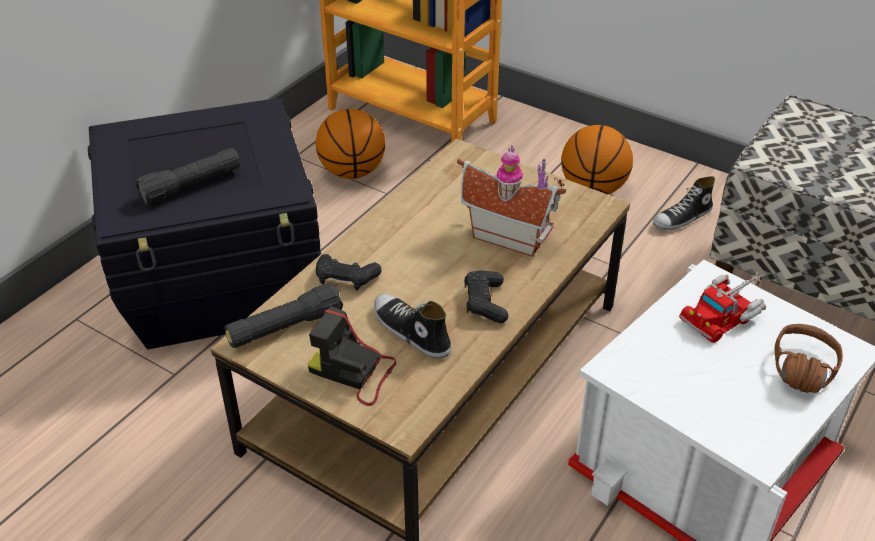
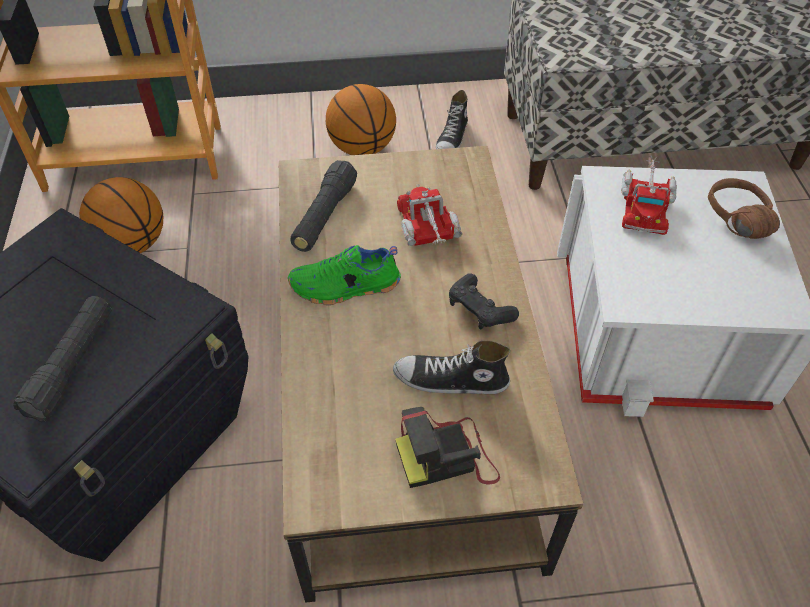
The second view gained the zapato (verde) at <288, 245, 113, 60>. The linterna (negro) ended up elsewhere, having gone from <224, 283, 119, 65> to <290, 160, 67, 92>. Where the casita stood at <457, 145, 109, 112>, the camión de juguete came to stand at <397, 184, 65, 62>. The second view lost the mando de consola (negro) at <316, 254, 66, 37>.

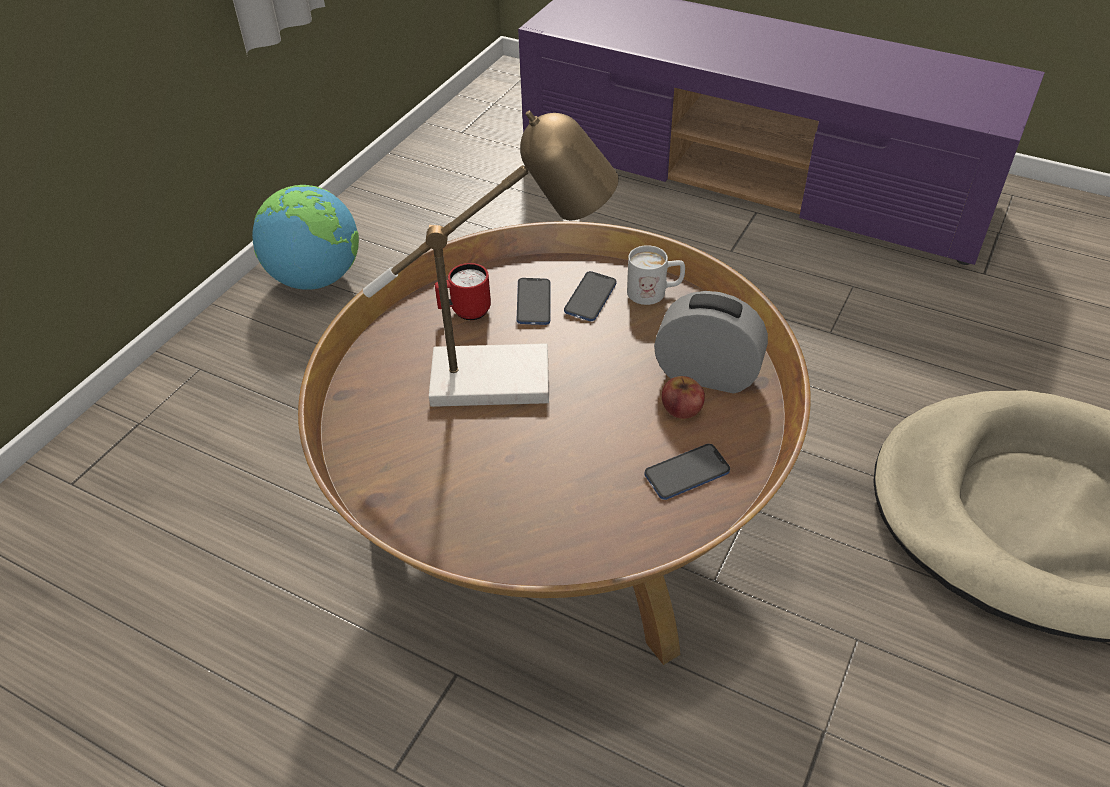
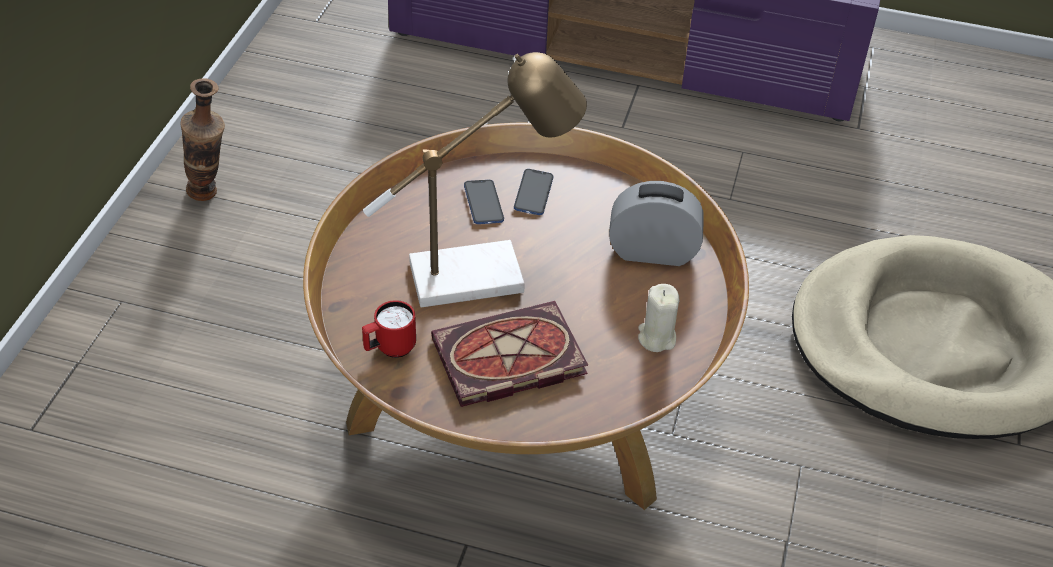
Where the globo terráqueo stood at <252, 185, 107, 105>, the florero came to stand at <180, 78, 45, 123>. The taza grande (rojo) ended up elsewhere, having gone from <435, 263, 56, 57> to <362, 300, 54, 58>. The second view gained the libro at <431, 301, 157, 106>. Where the móvil stood at <644, 444, 86, 56>, the vela (beis) came to stand at <638, 284, 42, 68>. The second view lost the taza grande (blanco) at <627, 245, 58, 60>. The second view lost the manzana at <662, 376, 43, 43>.

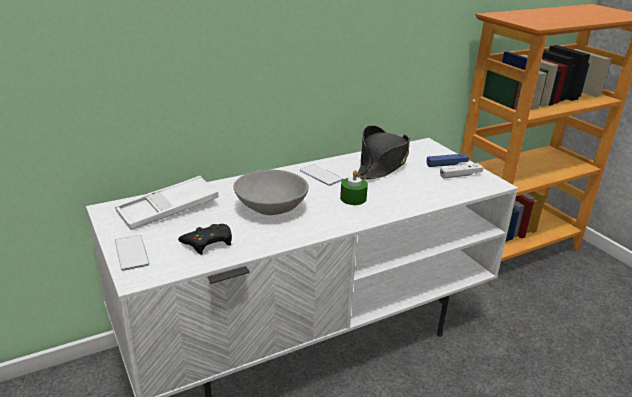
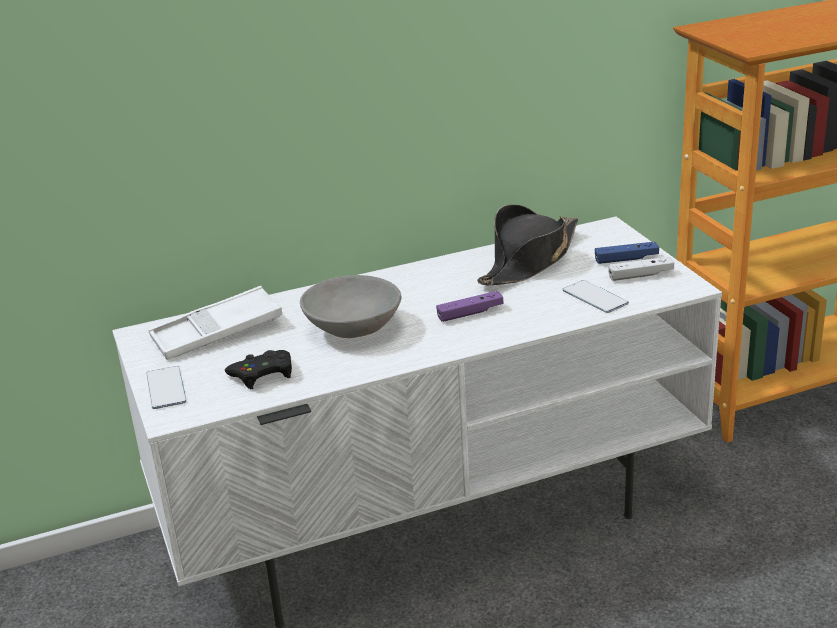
Where the vela (verde) stood at <340, 170, 28, 35>, the mando de consola (morado) came to stand at <436, 291, 68, 31>. The móvil ended up elsewhere, having gone from <300, 165, 43, 21> to <563, 280, 66, 33>.

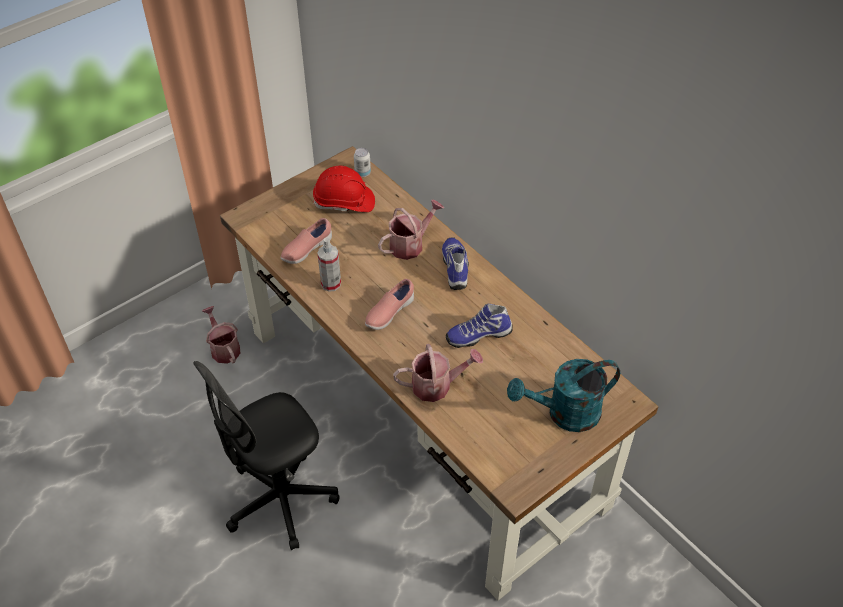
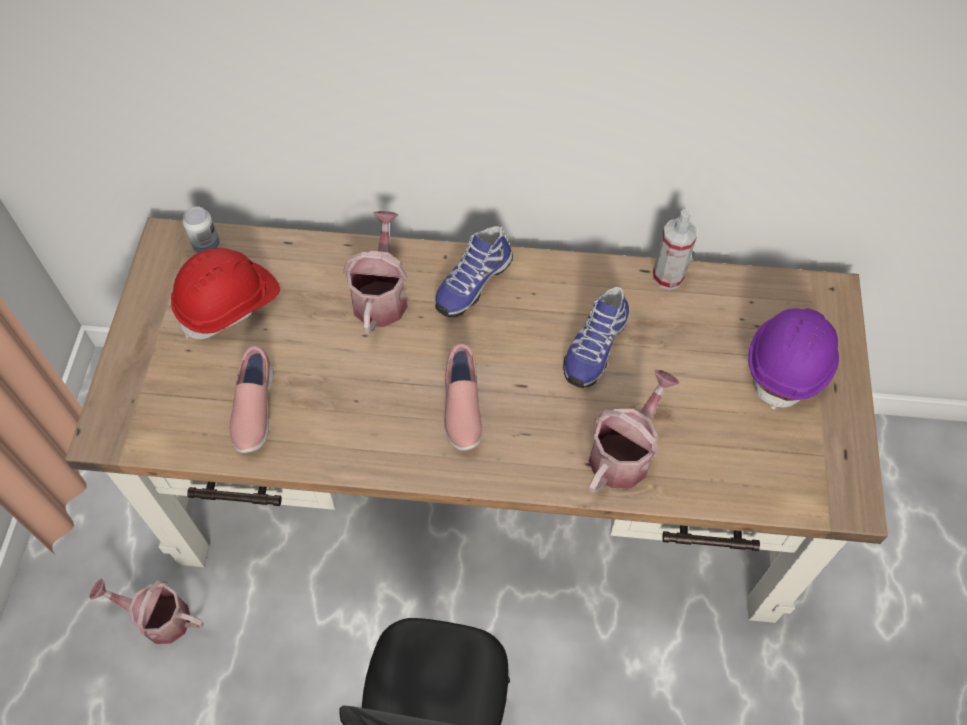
The zapato at <442, 238, 27, 52> ended up facing another way, 90 degrees counterclockwise from before. The pulverizador ended up elsewhere, having gone from <317, 238, 24, 54> to <653, 209, 44, 81>. Where the regadera (turquesa) stood at <507, 359, 113, 73>, the casco (morado) came to stand at <748, 308, 91, 102>.

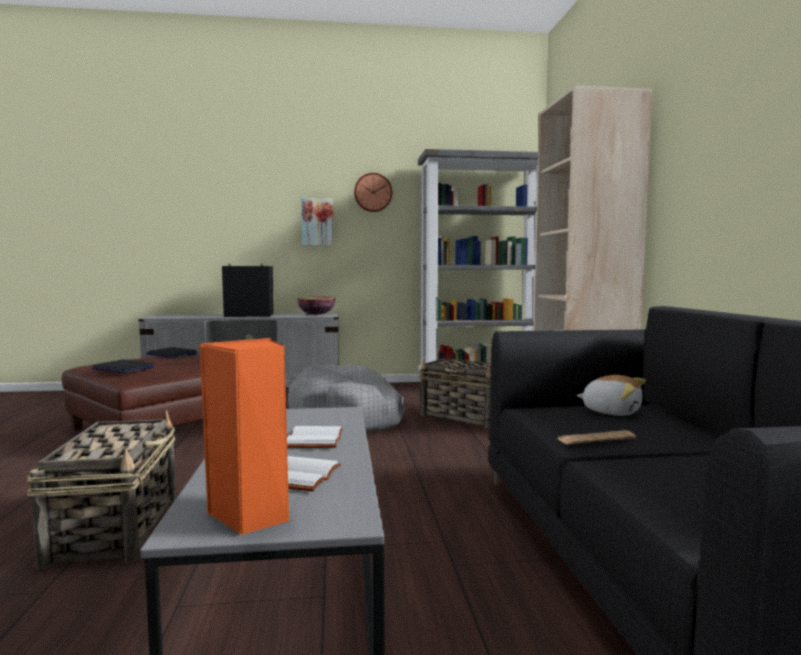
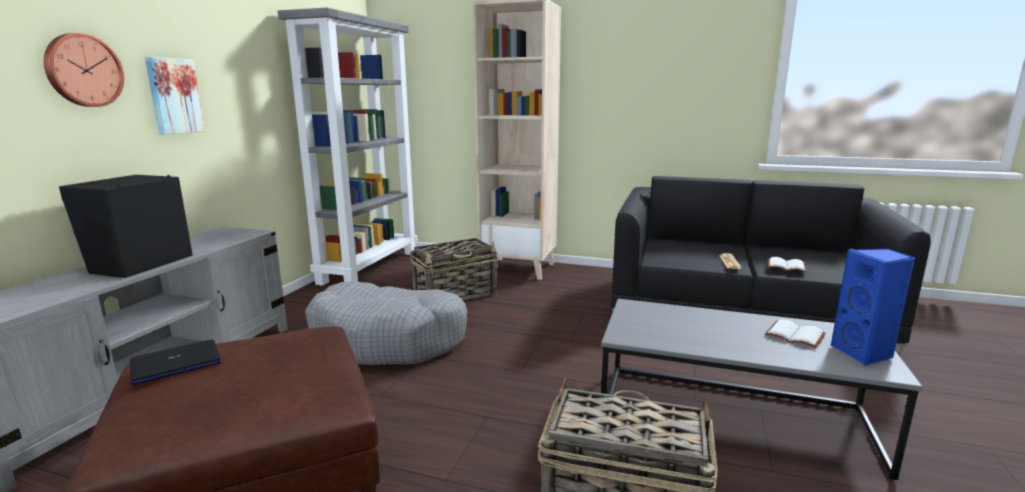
The reloj de pared ended up elsewhere, having gone from <354, 173, 38, 39> to <44, 33, 80, 74>. The libro (blanco) ended up elsewhere, having gone from <287, 426, 56, 22> to <768, 257, 38, 15>. What was the altavoz (naranja) at <199, 338, 90, 198> turned into the altavoz (azul) at <831, 249, 84, 117>. The second view lost the portátil at <92, 359, 63, 14>. The second view lost the cuenco at <297, 297, 38, 18>. The second view lost the peluche at <577, 375, 69, 41>.

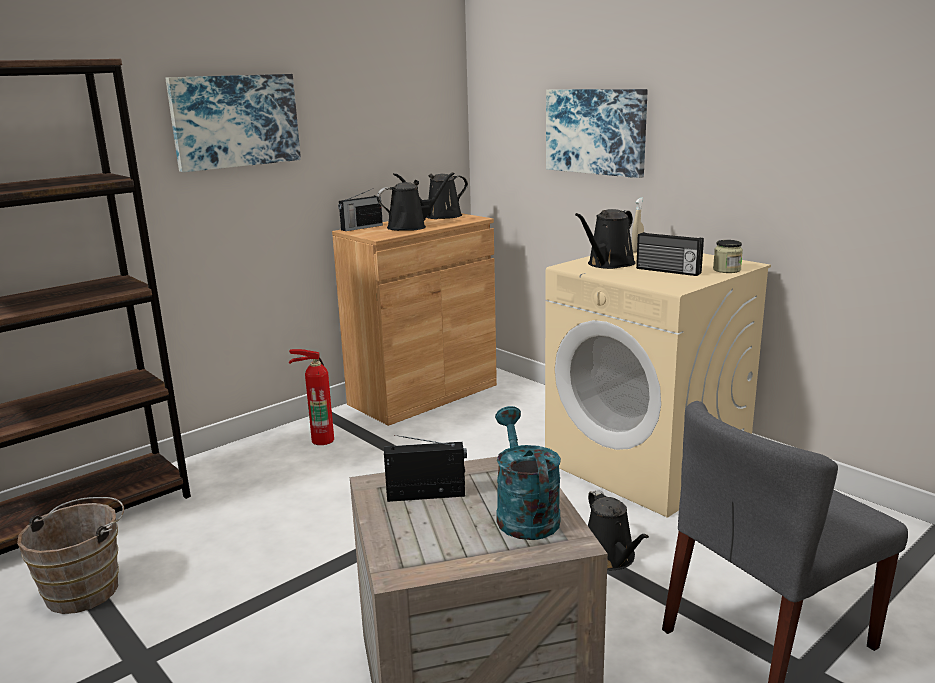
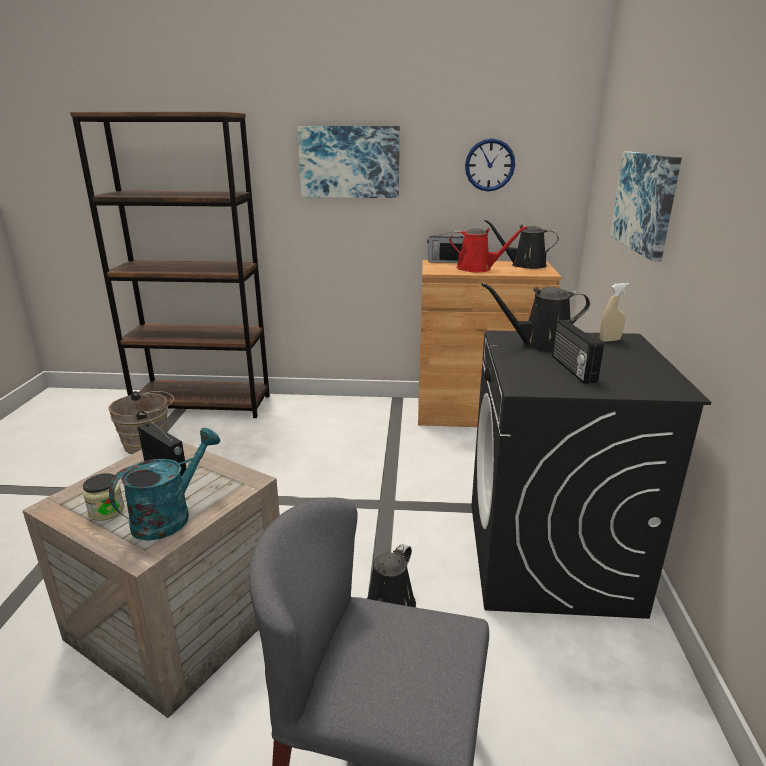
The tarro ended up elsewhere, having gone from <713, 240, 30, 33> to <83, 473, 41, 48>. What was the regadera (negro) at <377, 172, 78, 59> turned into the regadera (rojo) at <449, 226, 79, 46>. The second view gained the reloj de pared at <465, 138, 50, 53>. What was the lavadora (beis) at <545, 252, 226, 265> turned into the lavadora (negro) at <471, 330, 240, 289>. The second view lost the extintor at <289, 349, 45, 96>.

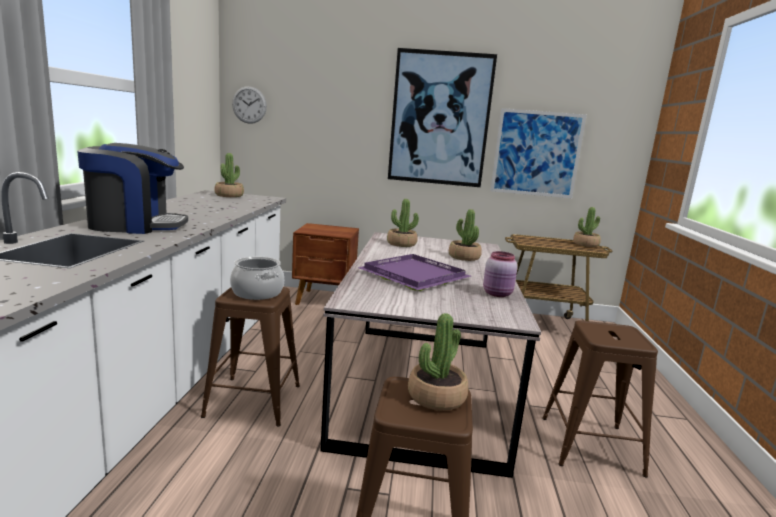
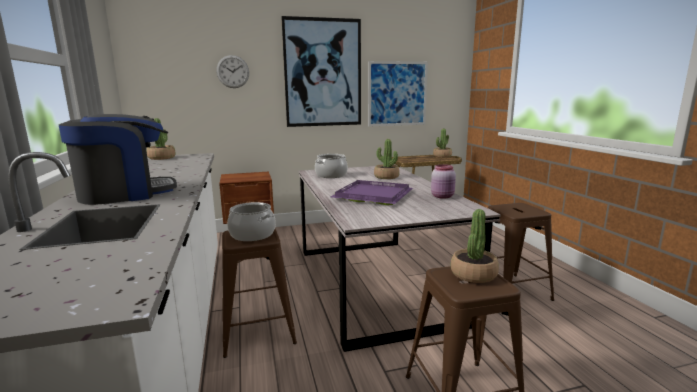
The reloj de pared ended up elsewhere, having gone from <232, 86, 35, 38> to <216, 55, 33, 33>. Where the planta en maceta stood at <387, 199, 32, 48>, the olla came to stand at <315, 154, 33, 24>.

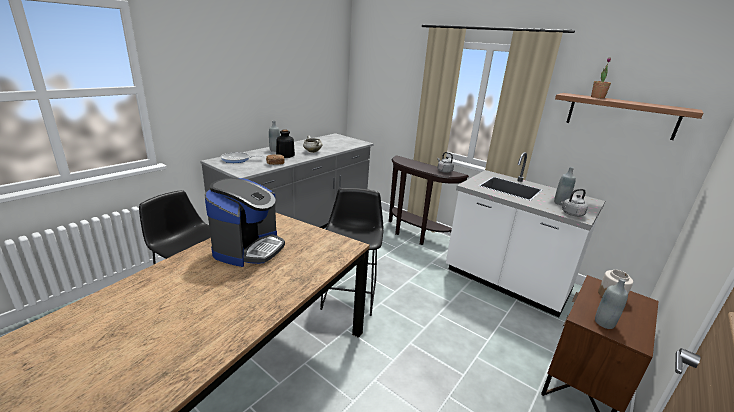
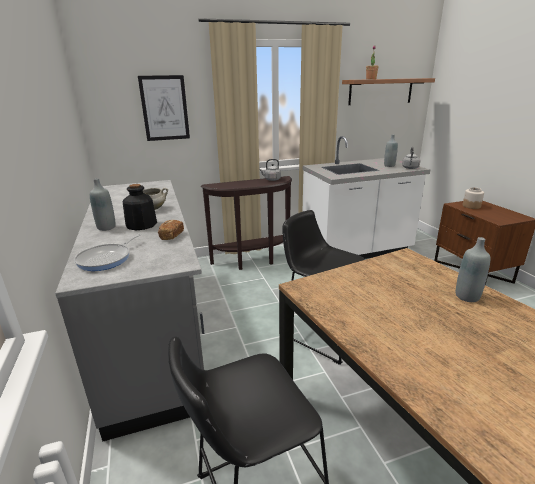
The second view gained the cuadro at <138, 75, 52, 66>. The botella (gris) ended up elsewhere, having gone from <595, 278, 33, 51> to <456, 237, 34, 65>. The second view lost the cafetera at <205, 178, 80, 89>.

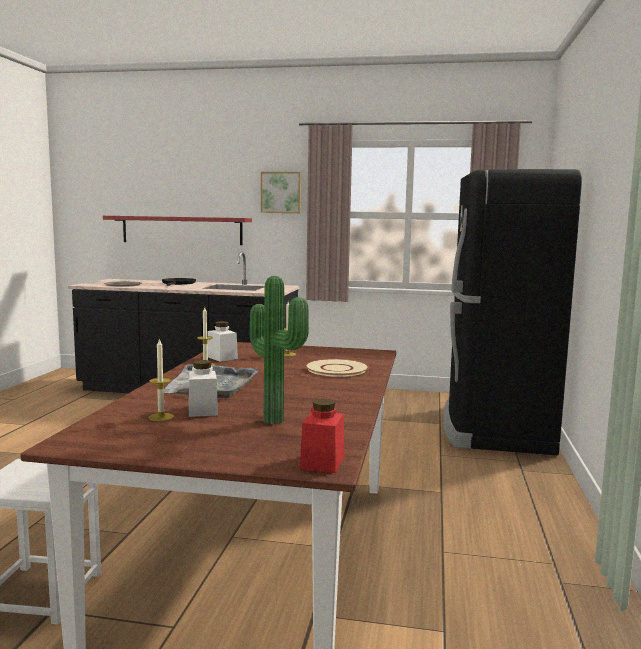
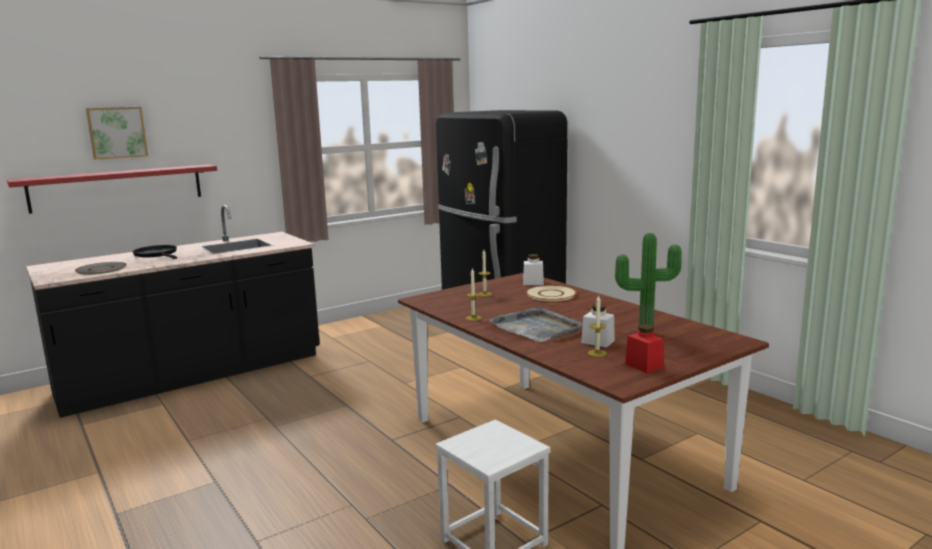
The cuadro ended up elsewhere, having gone from <261, 172, 40, 41> to <86, 107, 62, 53>. The tarro (blanco) ended up elsewhere, having gone from <207, 321, 31, 41> to <523, 254, 21, 31>. The tarro (rojo) ended up elsewhere, having gone from <300, 399, 44, 74> to <625, 324, 39, 49>.

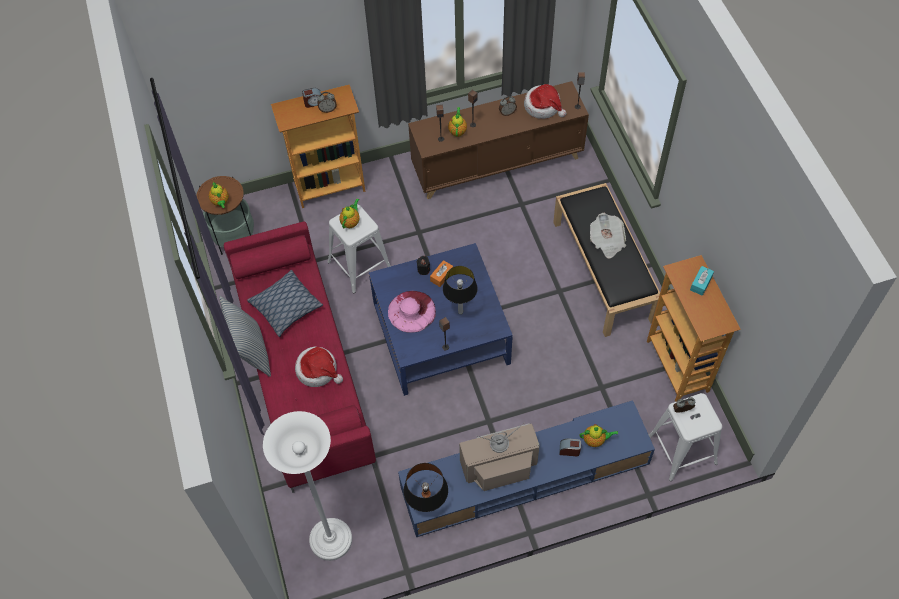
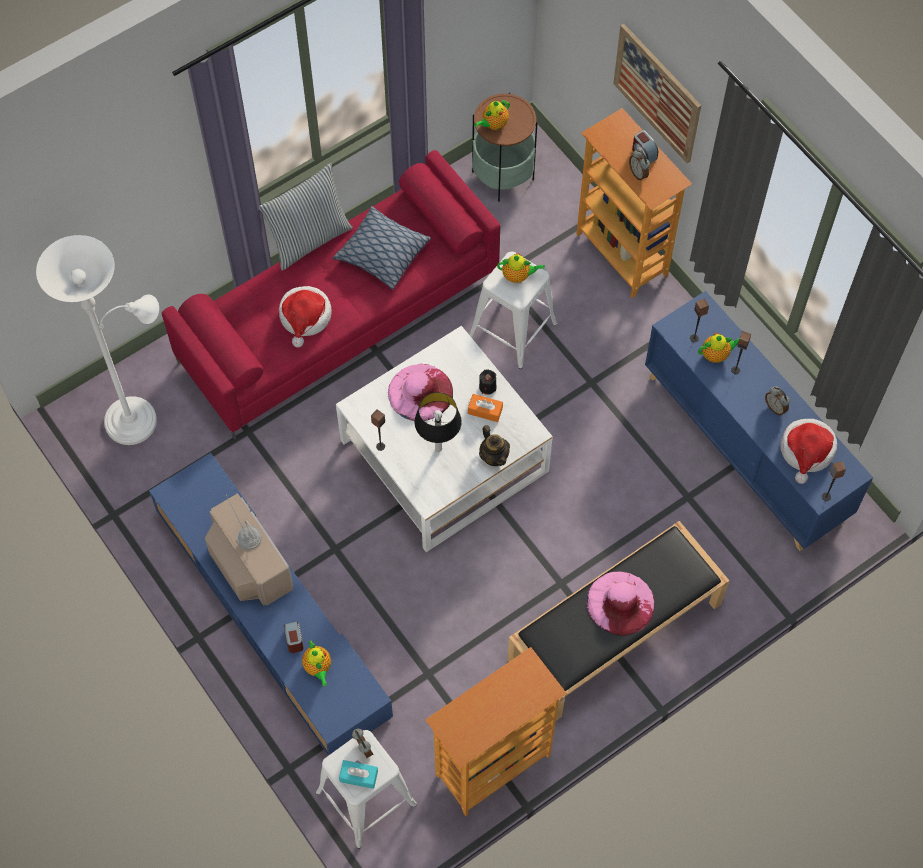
What was the mesa de centro (azul) at <369, 243, 144, 153> turned into the mesa de centro (blanco) at <336, 326, 217, 226>. The caja de pañuelos (turquesa) ended up elsewhere, having gone from <690, 266, 24, 30> to <339, 760, 39, 29>. The second view gained the tetera at <479, 425, 31, 41>. Where the periódico stood at <590, 213, 36, 46>, the sombrero (rosa) came to stand at <586, 572, 69, 64>. The second view gained the cuadro at <613, 24, 88, 139>. What was the armario (marrón) at <408, 81, 181, 118> turned into the armario (azul) at <645, 291, 228, 260>. The second view lost the lámpara de mesa (negro) at <404, 463, 44, 49>.

